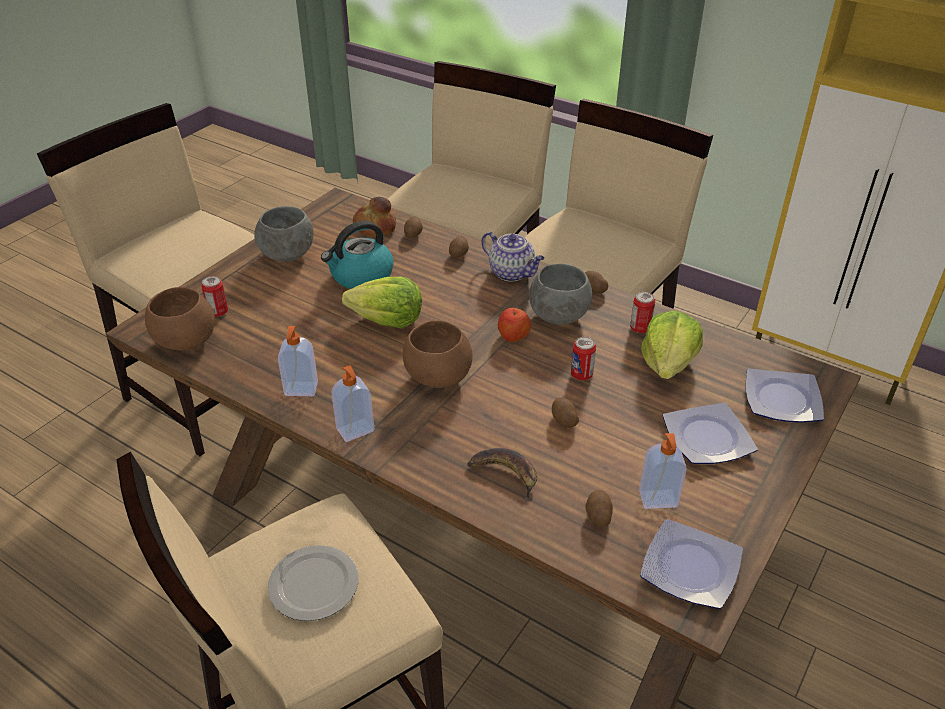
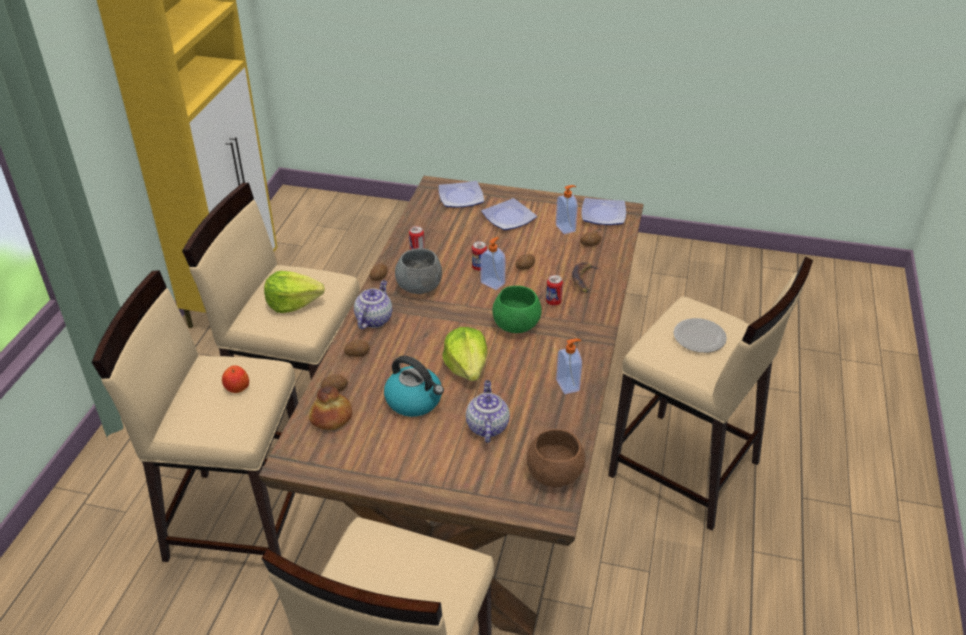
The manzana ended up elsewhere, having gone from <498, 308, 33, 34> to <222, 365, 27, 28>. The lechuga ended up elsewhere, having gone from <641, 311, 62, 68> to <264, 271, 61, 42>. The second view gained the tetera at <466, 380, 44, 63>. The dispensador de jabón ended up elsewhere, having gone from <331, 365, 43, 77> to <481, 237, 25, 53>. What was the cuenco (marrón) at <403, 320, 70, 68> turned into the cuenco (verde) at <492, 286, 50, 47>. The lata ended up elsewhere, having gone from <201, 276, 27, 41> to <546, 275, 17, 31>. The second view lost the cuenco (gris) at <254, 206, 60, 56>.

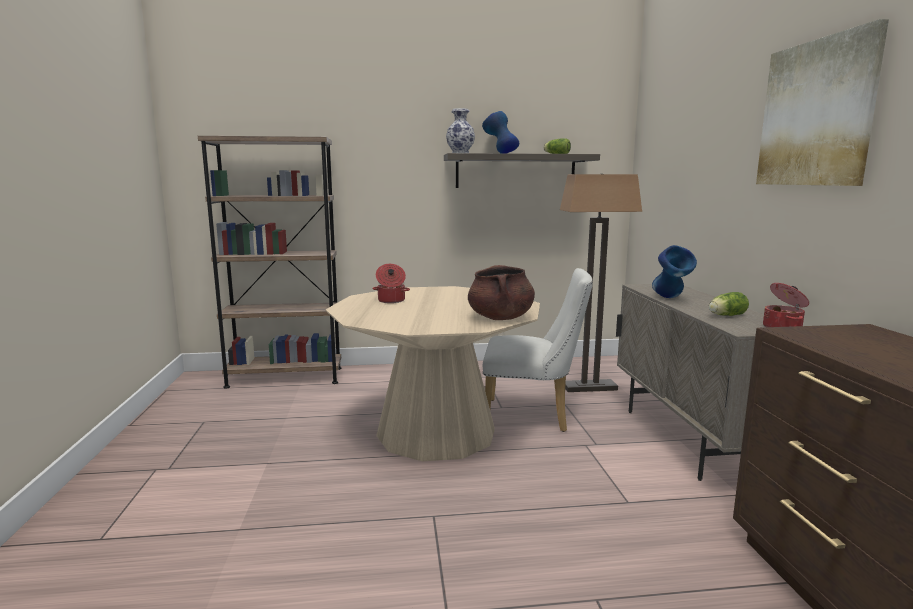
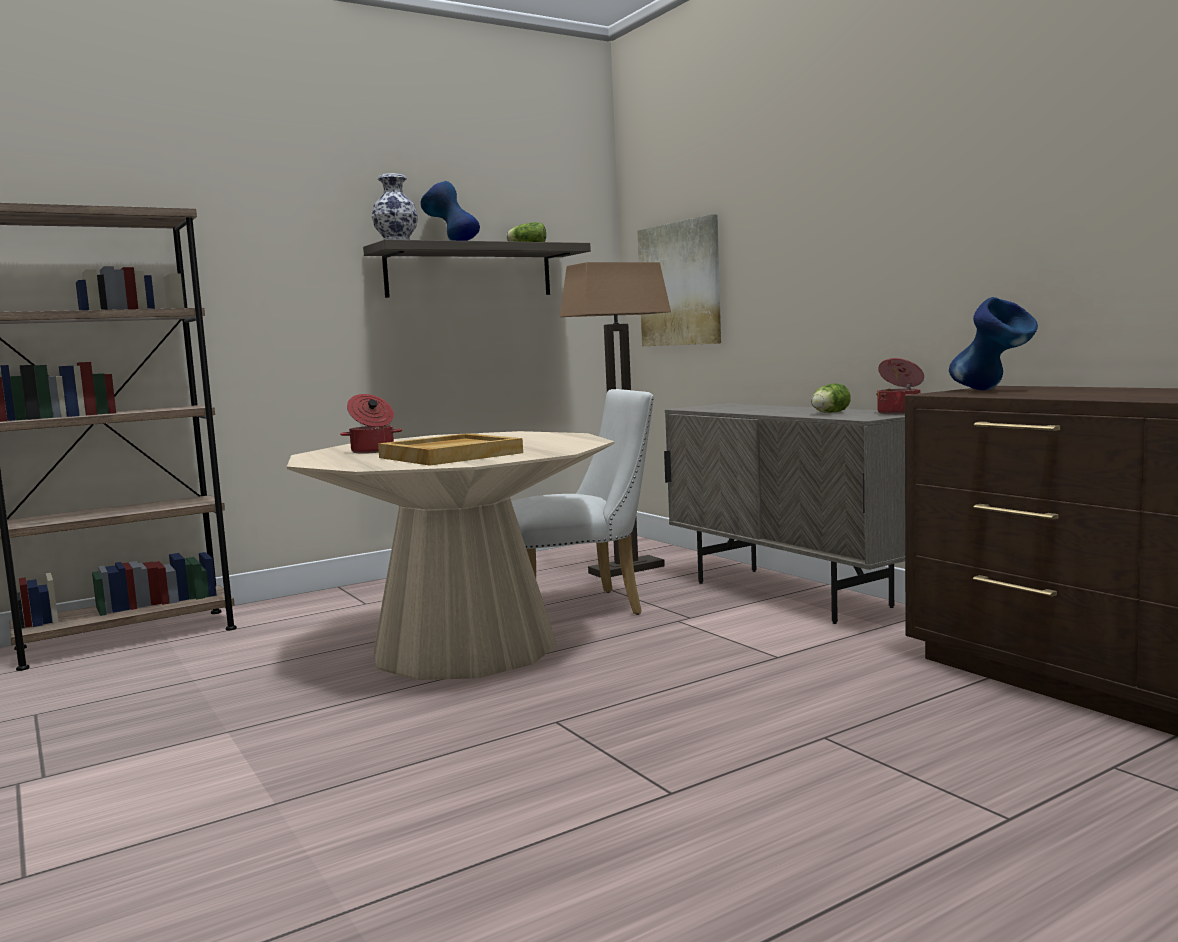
The second view gained the bandeja (beis) at <378, 433, 145, 33>. The cuadro ended up elsewhere, having gone from <756, 19, 133, 167> to <637, 214, 84, 132>. The florero (azul) ended up elsewhere, having gone from <652, 245, 45, 53> to <949, 297, 89, 93>. The second view lost the olla (marrón) at <468, 265, 67, 55>.

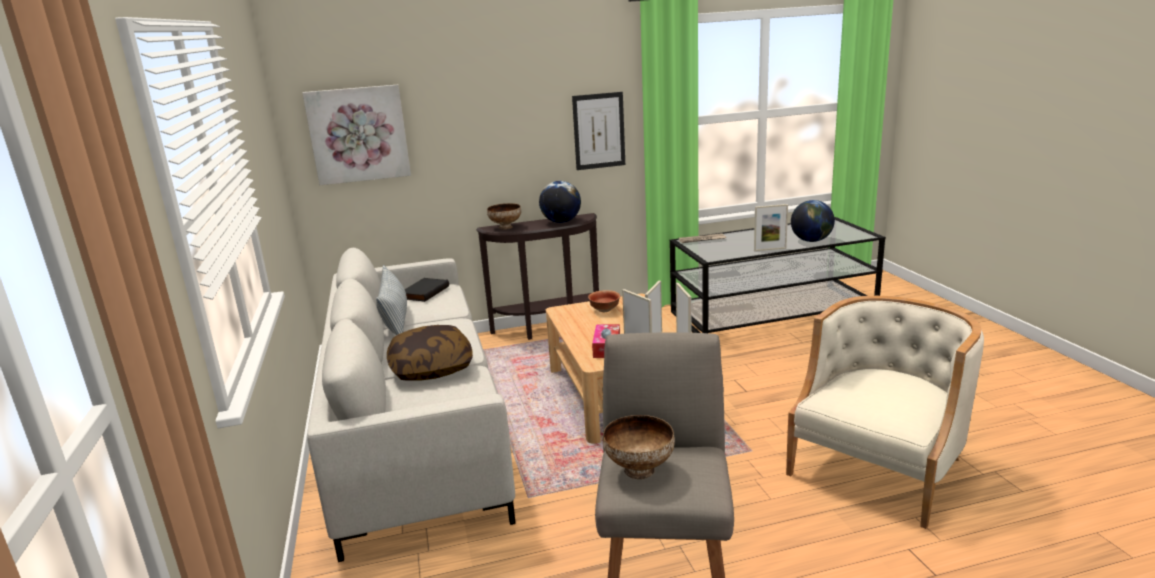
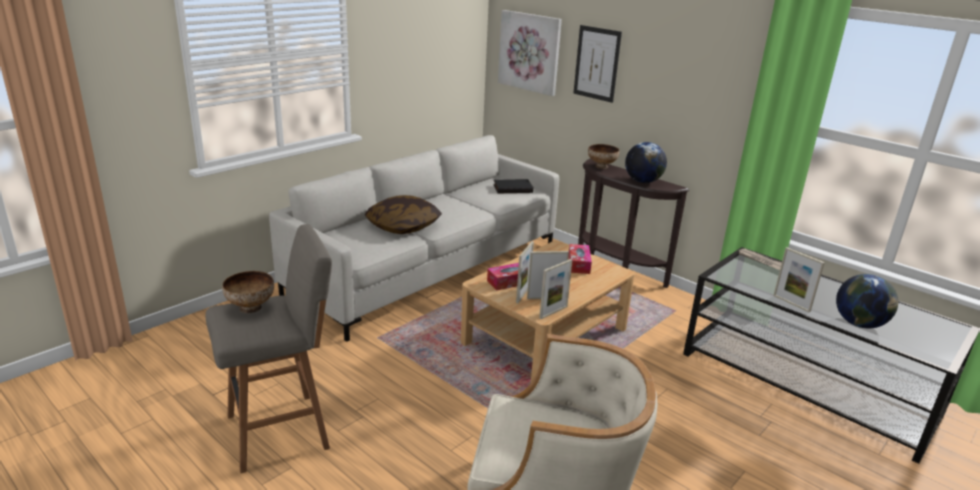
Where the cuenco stood at <588, 290, 32, 22>, the caja de pañuelos came to stand at <568, 244, 24, 30>. The cuadro ended up elsewhere, having gone from <572, 92, 53, 78> to <573, 25, 49, 78>. The second view lost the cojín at <376, 265, 31, 70>.

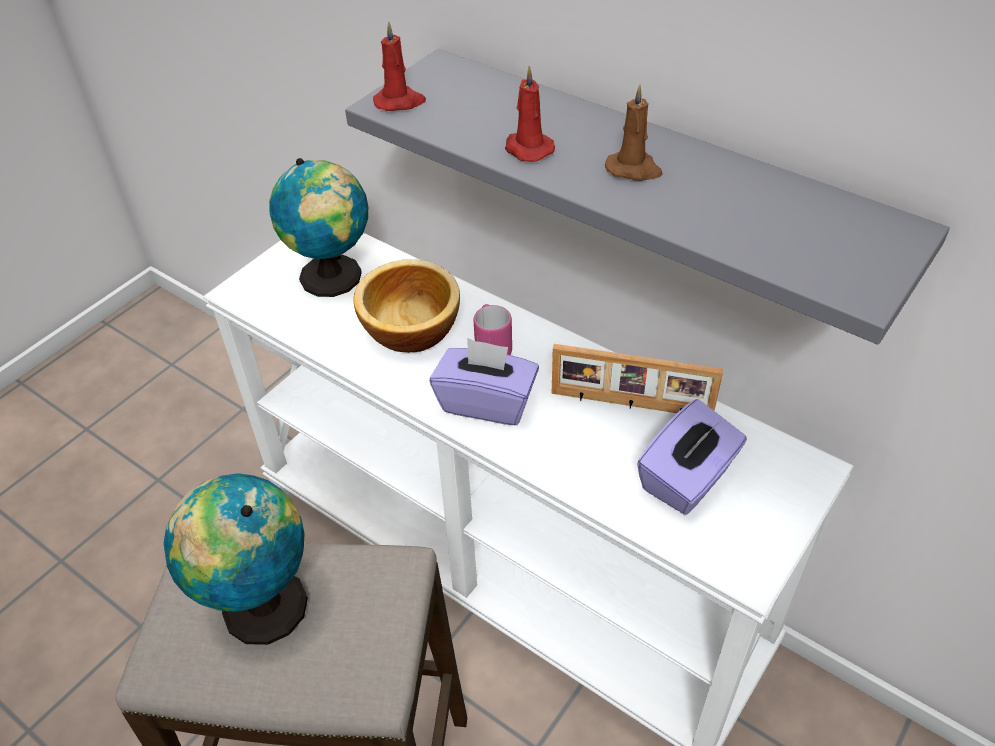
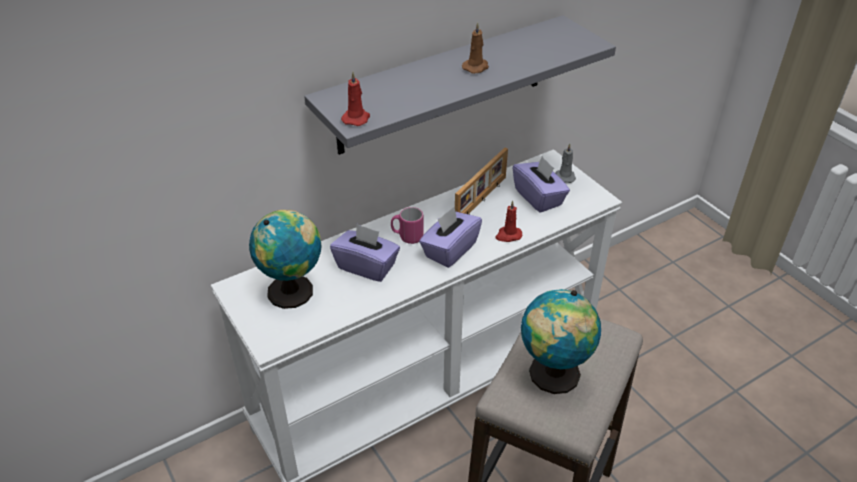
Where the cuenco stood at <354, 259, 106, 94>, the caja de pañuelos (morado) came to stand at <330, 224, 70, 58>. The vela (rojo) ended up elsewhere, having gone from <505, 66, 50, 96> to <495, 200, 27, 42>. The second view gained the vela (gris) at <556, 144, 20, 39>.

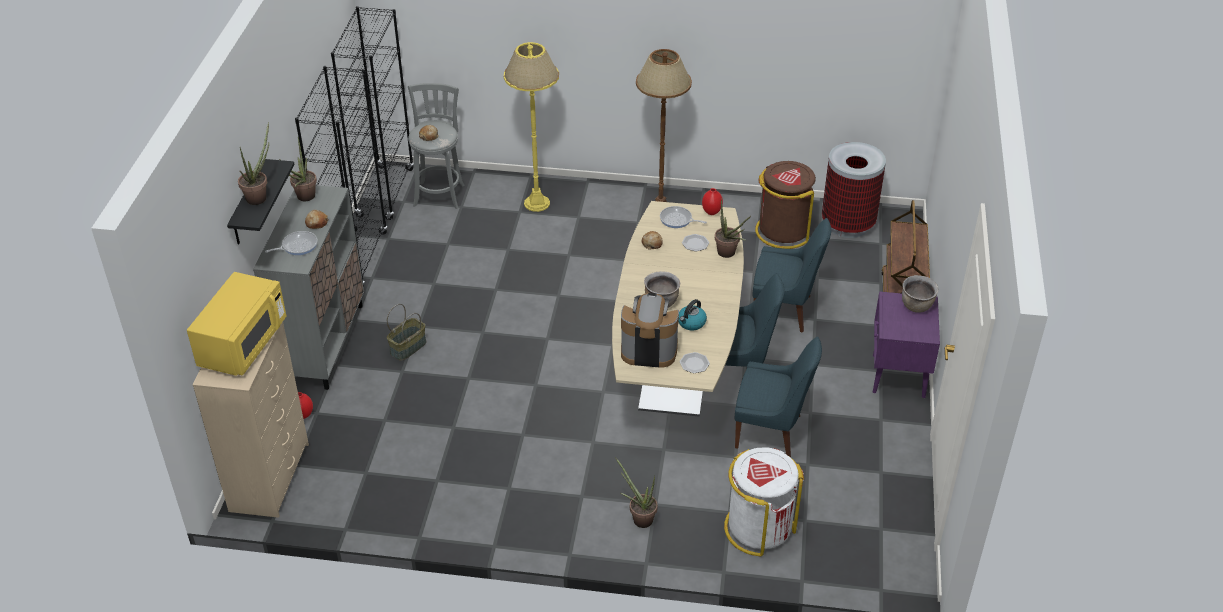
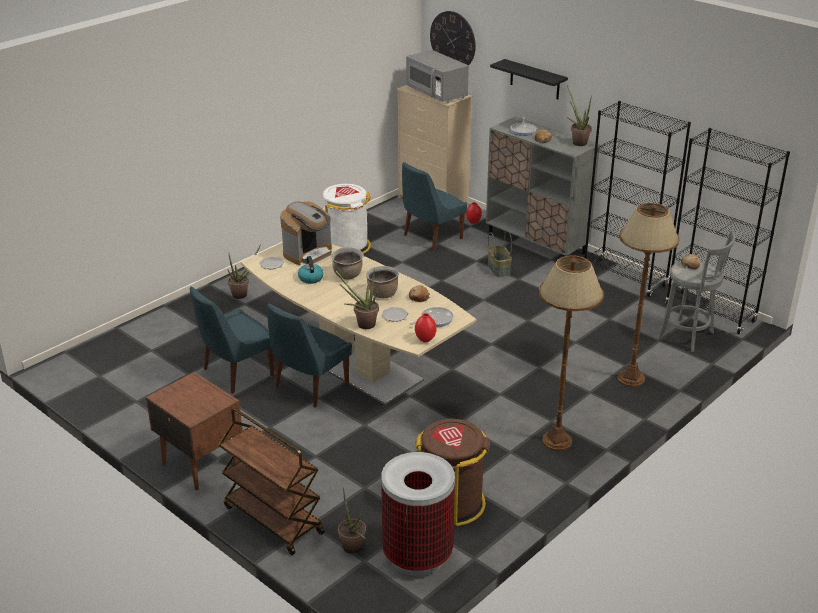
What was the mesita de noche (morado) at <873, 291, 67, 107> turned into the mesita de noche (marrón) at <146, 372, 96, 118>. The papelera (blanco) ended up elsewhere, having gone from <724, 447, 80, 110> to <323, 184, 48, 70>. The planta en maceta ended up elsewhere, having gone from <238, 122, 31, 83> to <338, 487, 28, 67>. The olla (marrón) ended up elsewhere, having gone from <902, 275, 37, 38> to <366, 266, 33, 32>. The silla (azul) ended up elsewhere, having gone from <753, 218, 78, 115> to <402, 162, 65, 89>. What was the microondas (amarillo) at <187, 272, 100, 104> turned into the microondas (gris) at <406, 50, 63, 53>. The second view gained the reloj de pared at <430, 11, 46, 55>. What was the lámpara de pie (amarillo) at <504, 42, 55, 170> turned into the lámpara de pie (marrón) at <617, 203, 63, 184>.

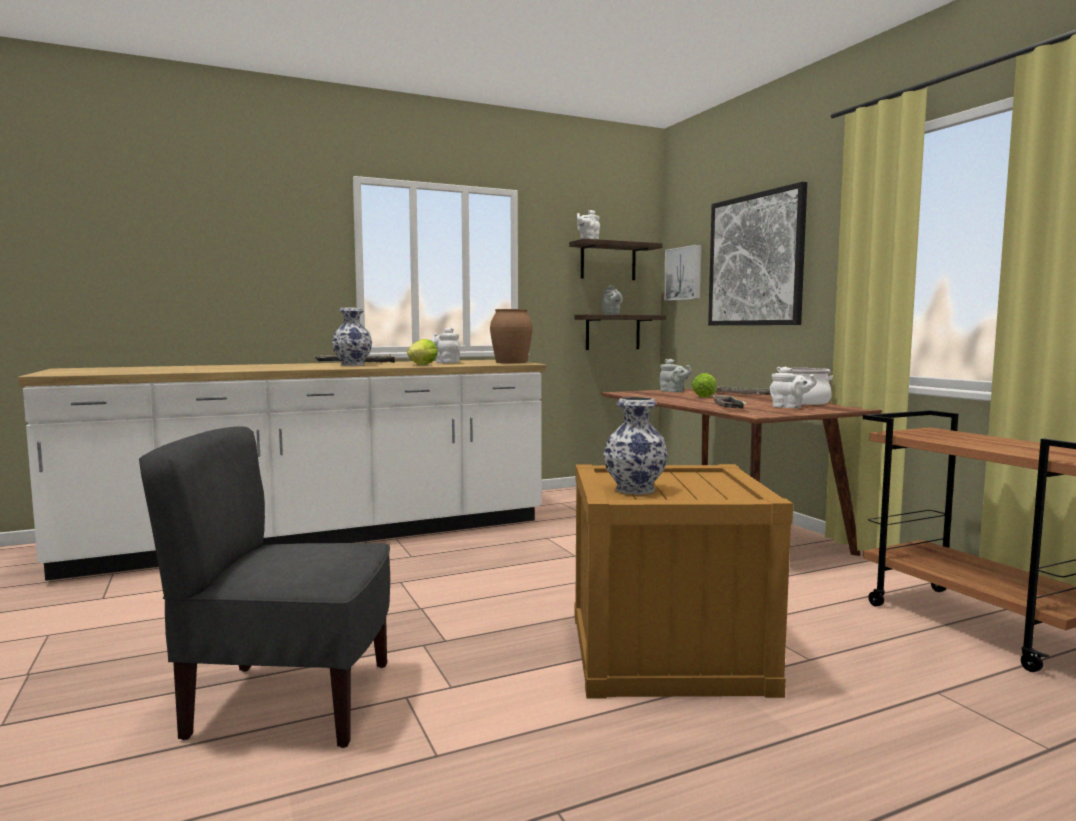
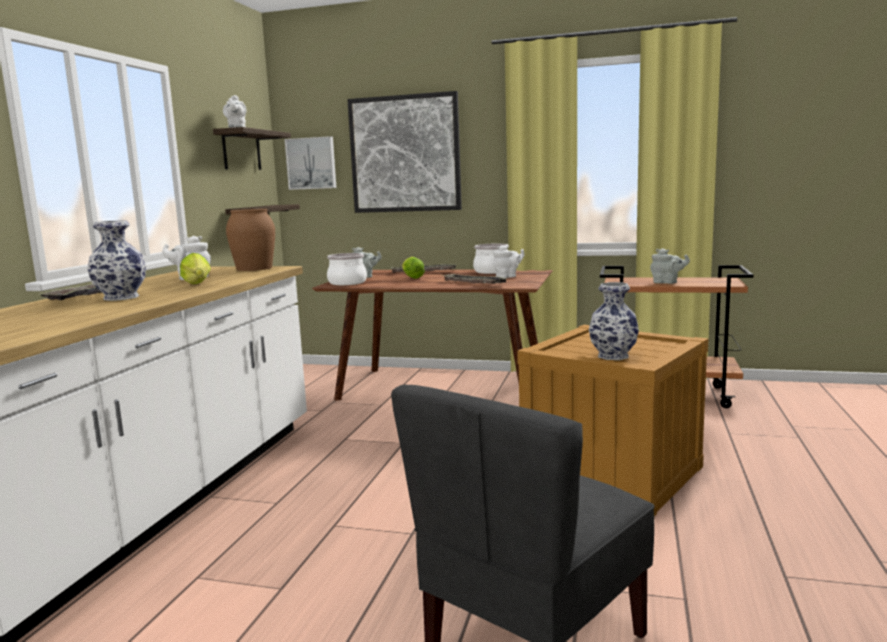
The second view gained the olla at <327, 253, 40, 32>. The tetera (gris) ended up elsewhere, having gone from <602, 285, 21, 30> to <650, 248, 40, 36>.

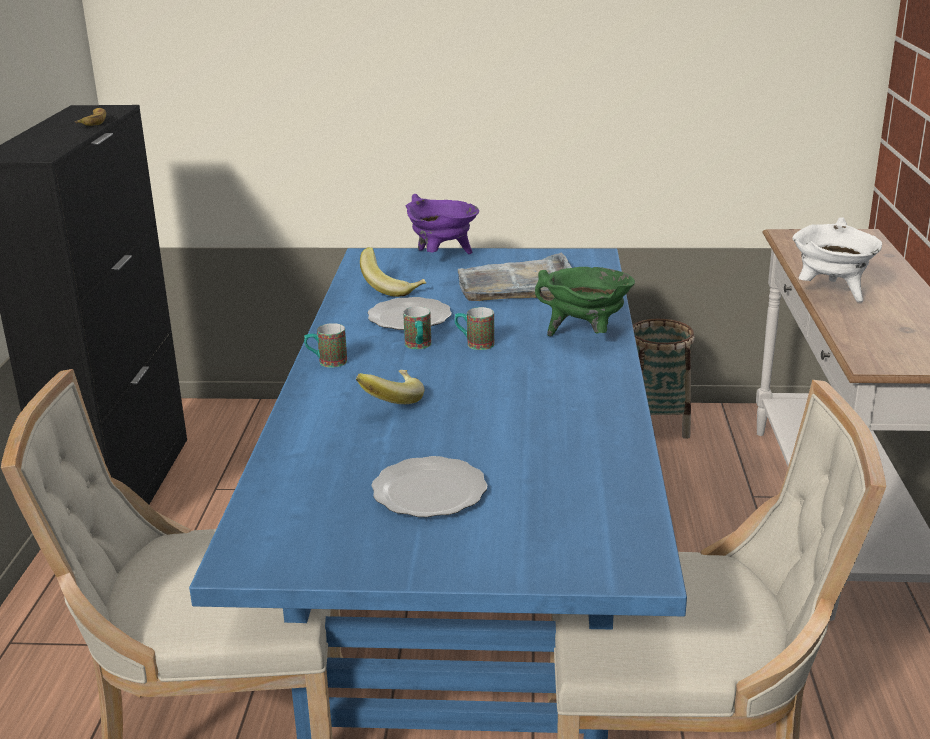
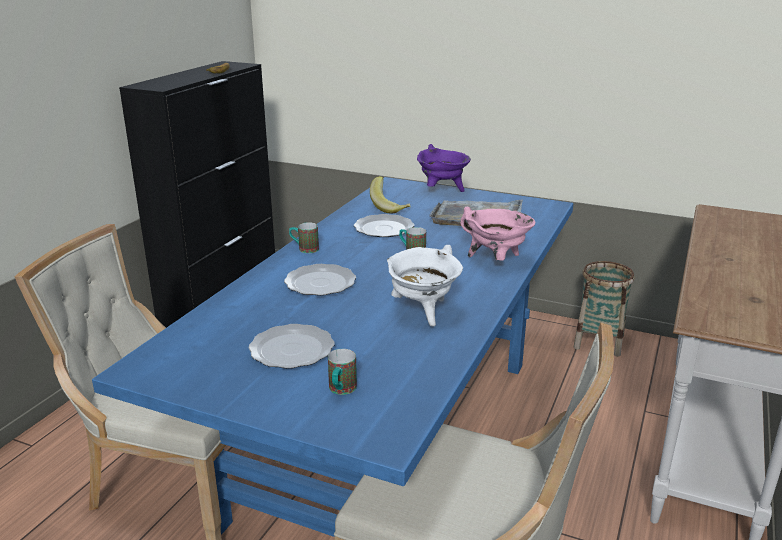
Where the plátano stood at <356, 370, 68, 34>, the plato came to stand at <284, 264, 72, 32>. The taza grande ended up elsewhere, having gone from <403, 307, 28, 42> to <328, 349, 29, 46>. The olla (blanco) ended up elsewhere, having gone from <792, 217, 90, 85> to <387, 245, 76, 81>. What was the olla (verde) at <535, 267, 100, 69> turned into the olla (rosa) at <460, 207, 75, 54>.

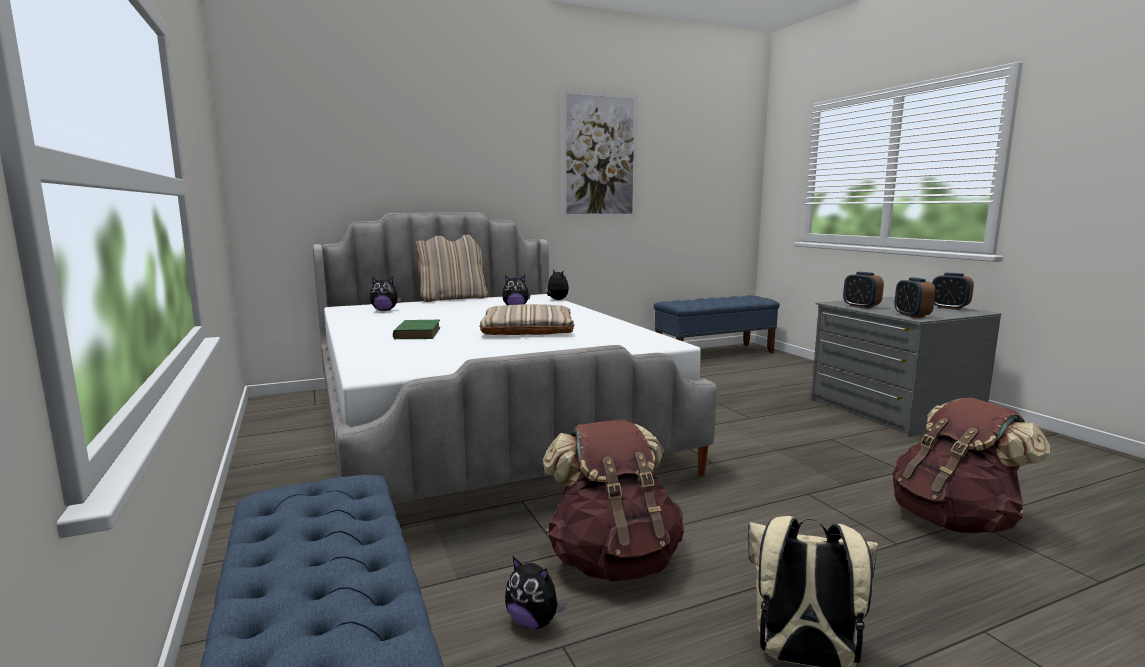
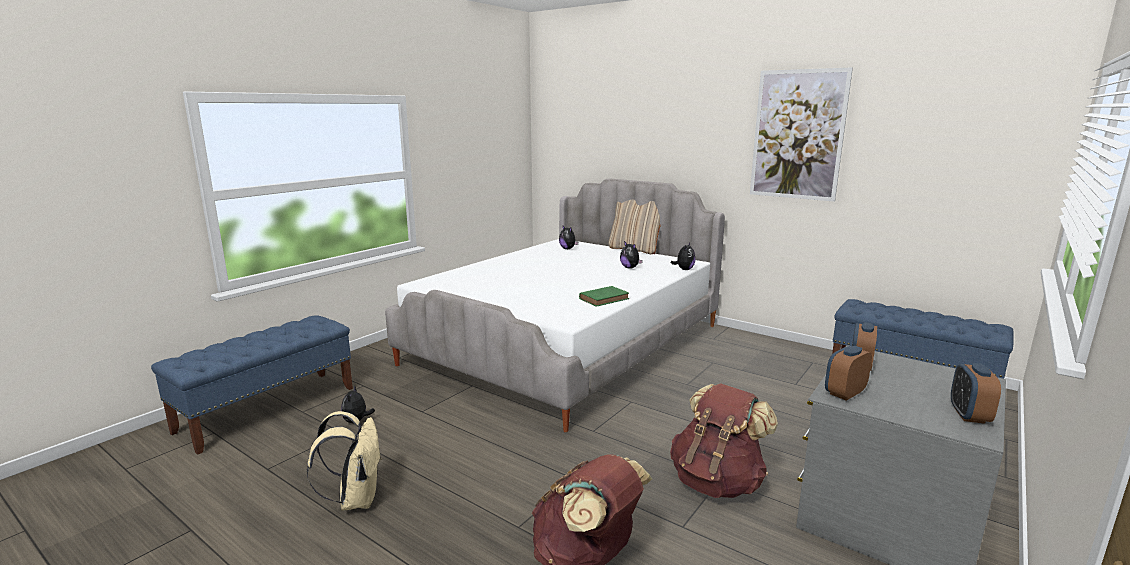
The libro (verde) ended up elsewhere, having gone from <393, 320, 47, 19> to <579, 286, 50, 21>. The mochila (marrón) ended up elsewhere, having gone from <543, 419, 141, 163> to <670, 383, 108, 115>. The second view lost the cojín (beis) at <479, 304, 95, 31>.

